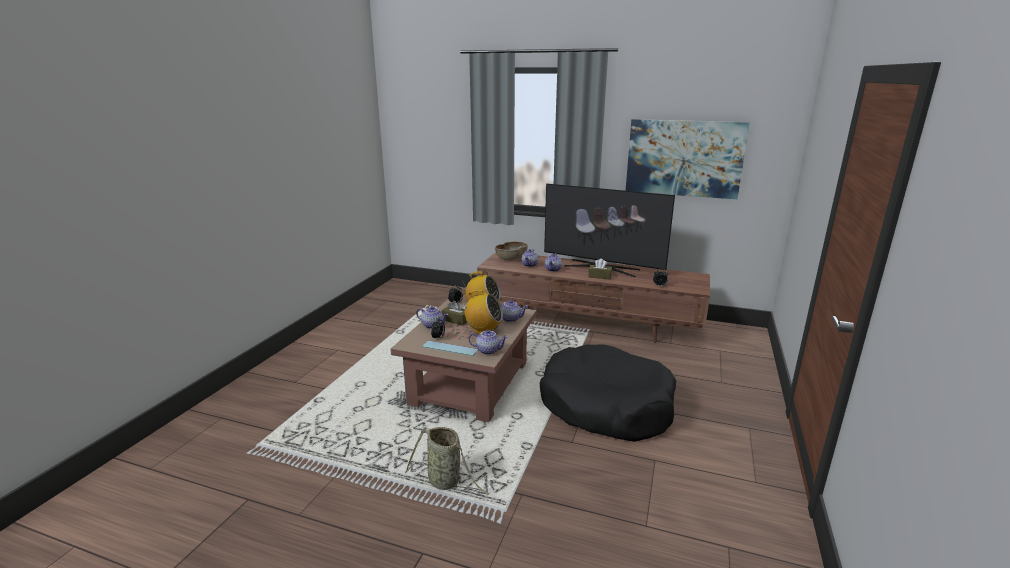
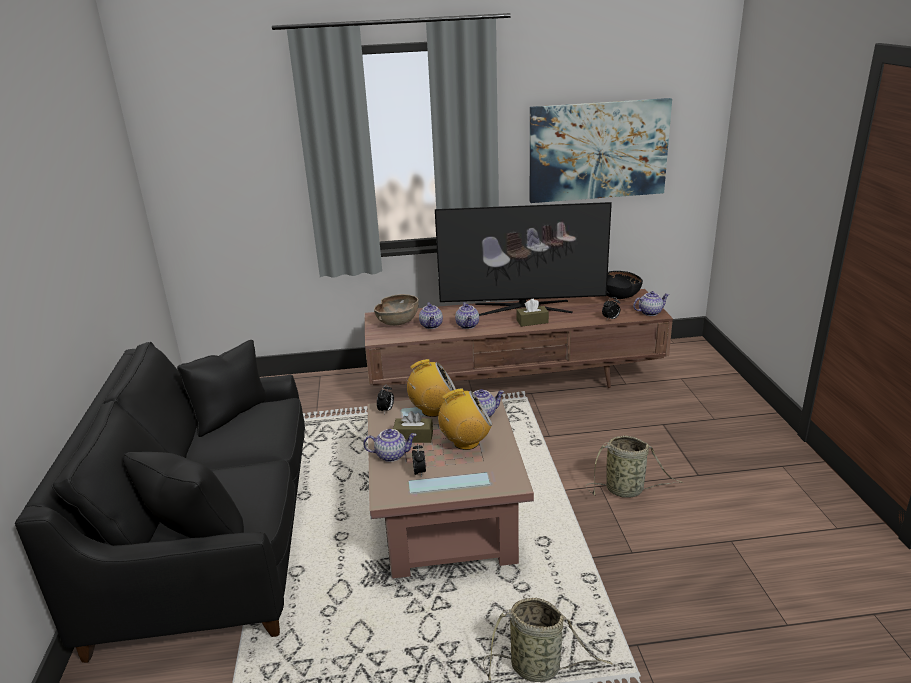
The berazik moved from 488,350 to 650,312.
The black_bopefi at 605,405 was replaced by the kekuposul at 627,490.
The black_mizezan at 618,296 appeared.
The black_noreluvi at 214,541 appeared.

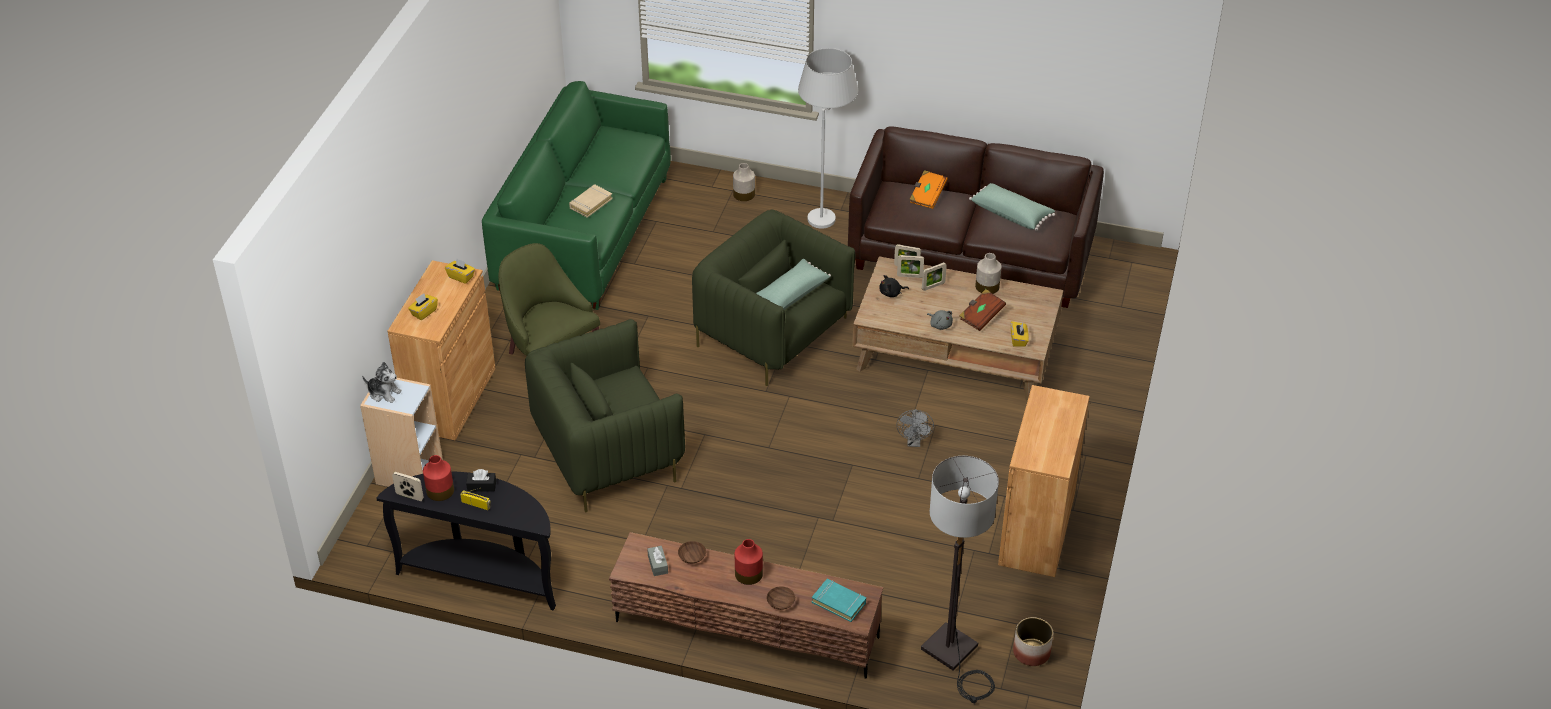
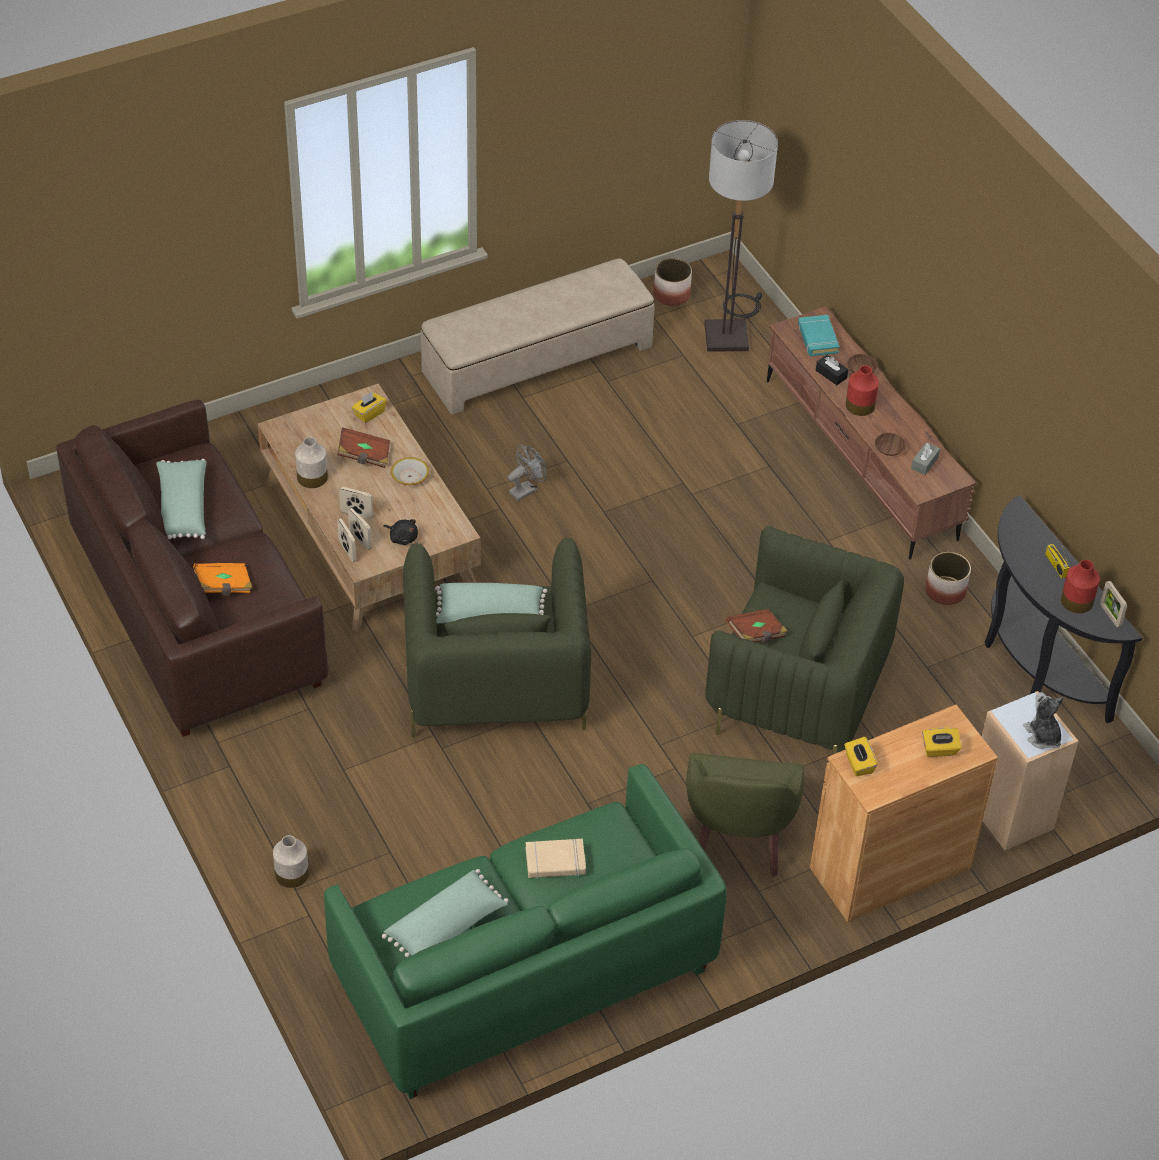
The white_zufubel at 825,210 disappeared.
The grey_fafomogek at 940,325 was replaced by the mizezan at 409,476.
The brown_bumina at 1037,529 was replaced by the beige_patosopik at 538,358.
The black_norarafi moved from 481,486 to 831,374.
The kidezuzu at 945,591 appeared.
The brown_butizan at 756,635 appeared.
The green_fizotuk at 446,928 appeared.

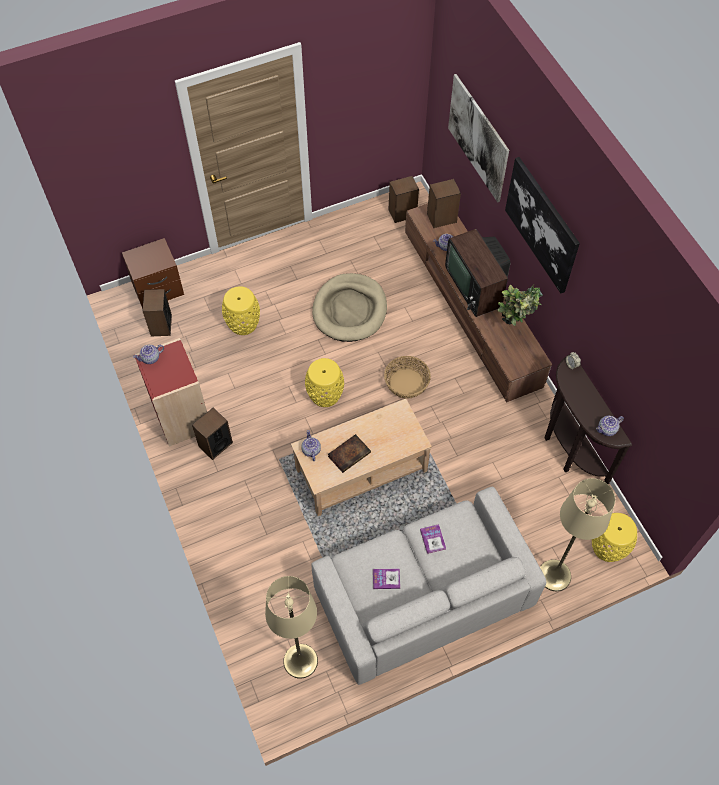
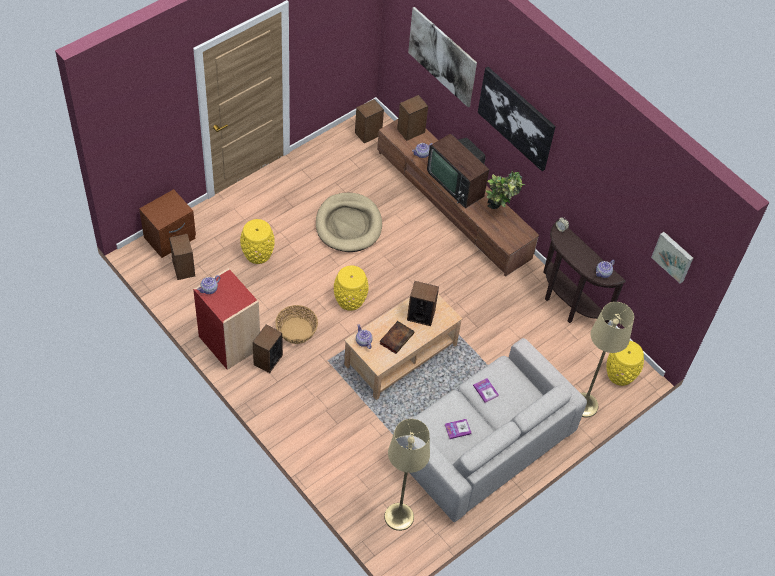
The kekuposul moved from 407,383 to 297,330.
The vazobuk at 673,256 appeared.
The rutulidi at 421,315 appeared.

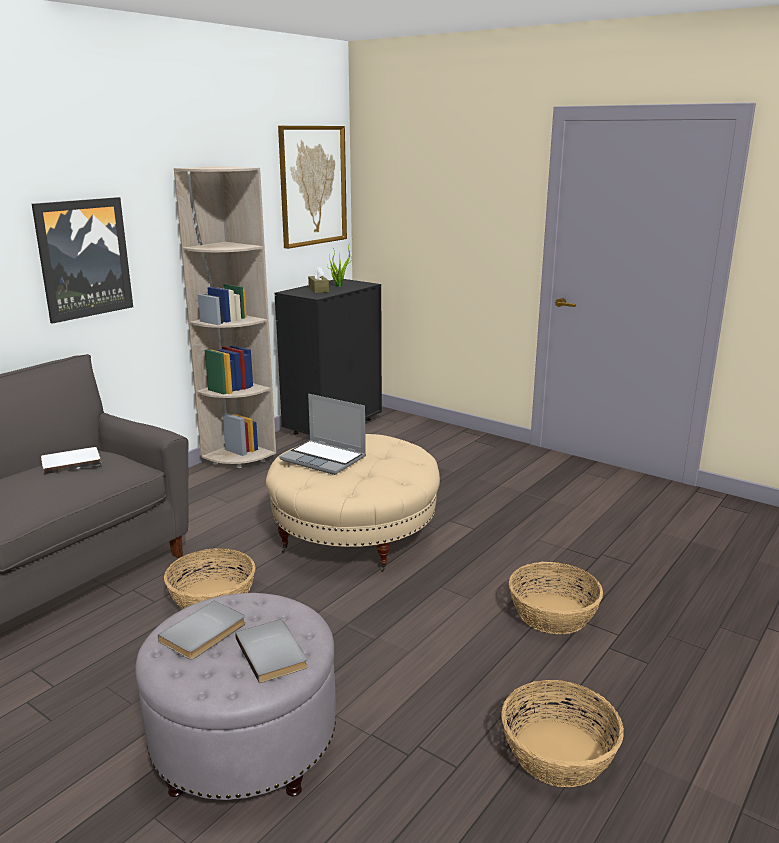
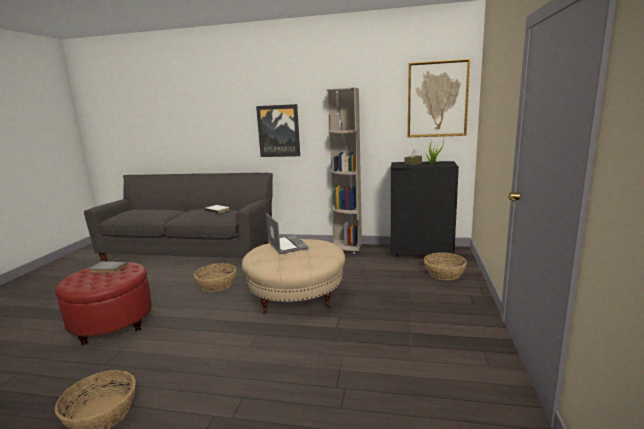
The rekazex at 324,459 turned 150 degrees clockwise.
The kekuposul moved from 553,613 to 444,273.
The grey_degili at 245,747 became the red_degili at 112,324.
The grey_butizan at 274,652 disappeared.

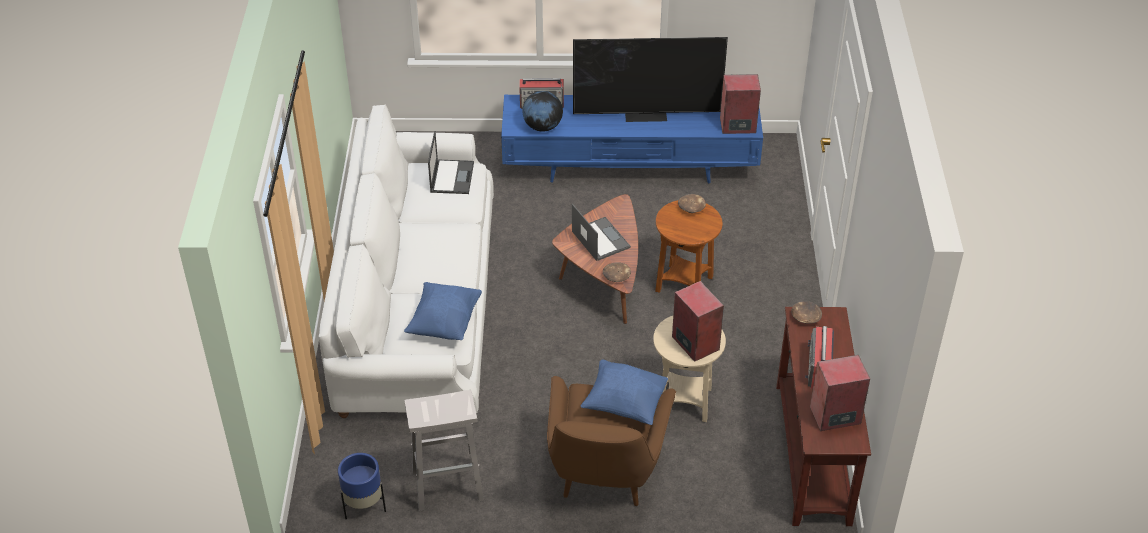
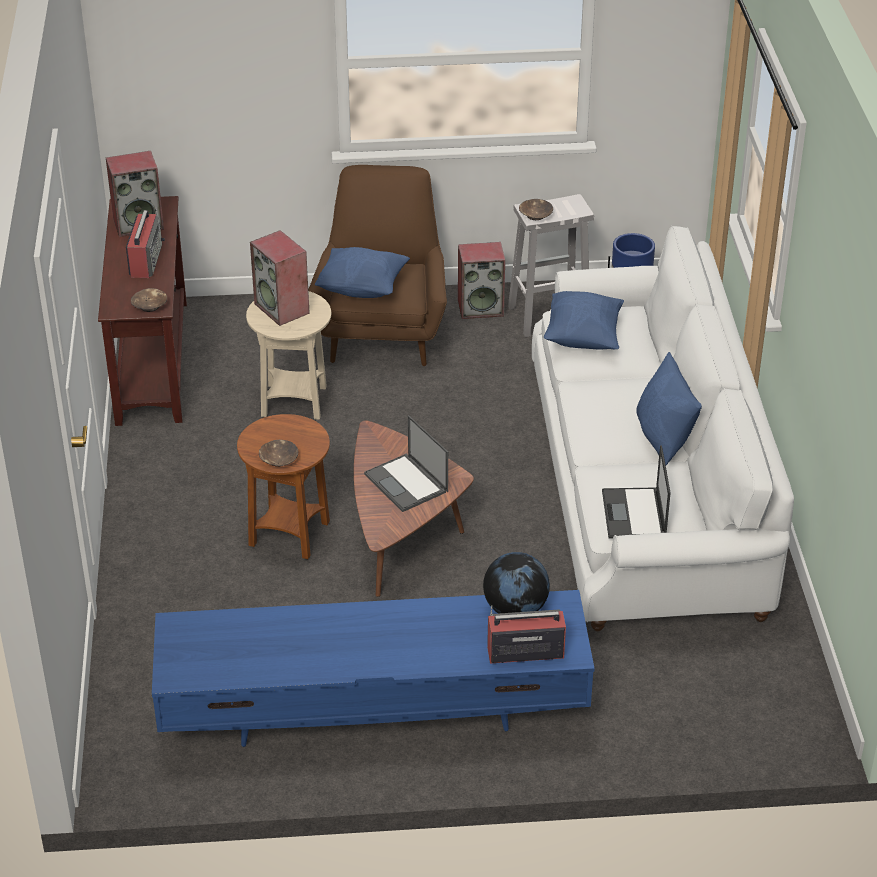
The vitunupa at 646,114 disappeared.
The rutulidi moved from 737,125 to 481,308.
The brown_mizezan moved from 616,277 to 535,215.
The blue_fizotuk at 664,438 appeared.

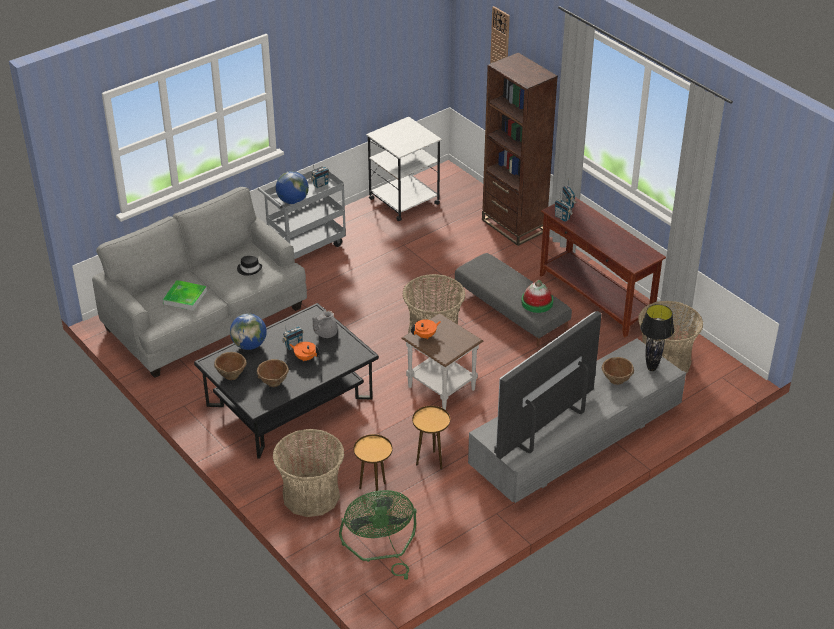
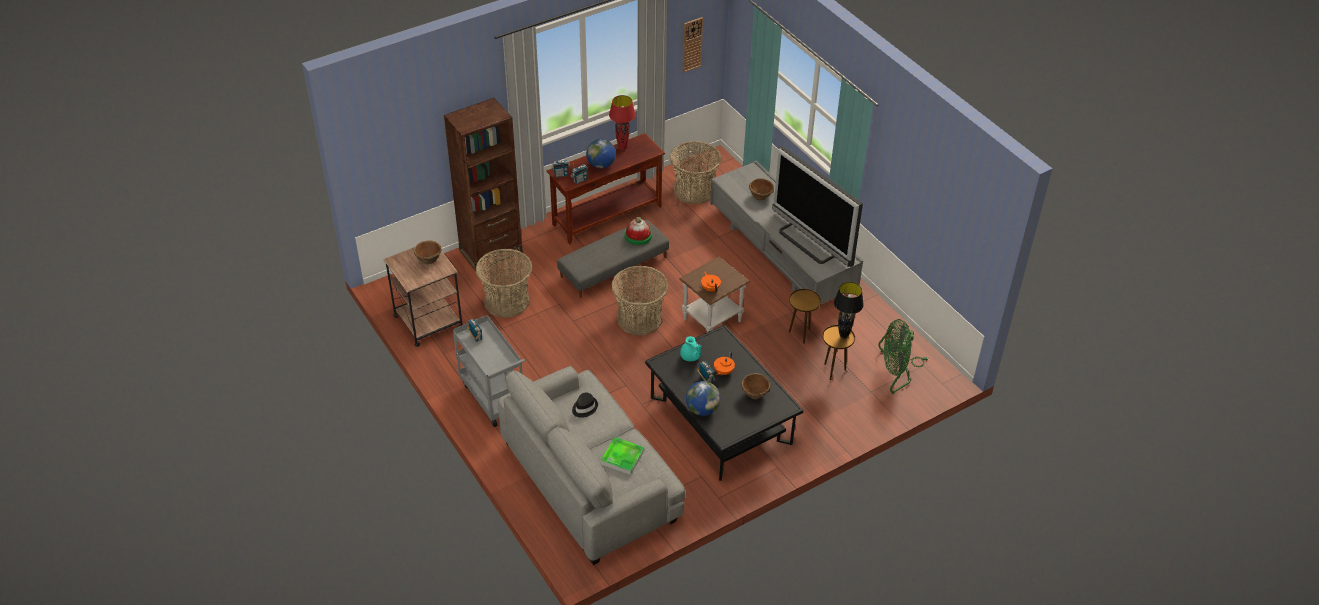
The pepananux moved from 500,39 to 692,44.
The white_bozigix at 404,200 became the brown_bozigix at 428,321.
The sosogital moved from 293,201 to 601,165.
The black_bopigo moved from 652,368 to 843,336.
The grey_berazik at 325,333 became the turquoise_berazik at 690,357.
The brown_mizezan moved from 231,374 to 428,260.
The kekuposul moved from 311,495 to 506,301.
The red_bopigo at 622,148 appeared.

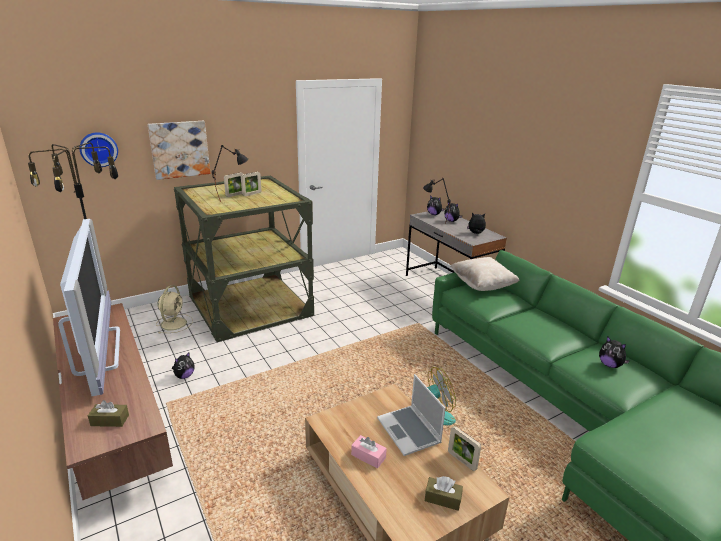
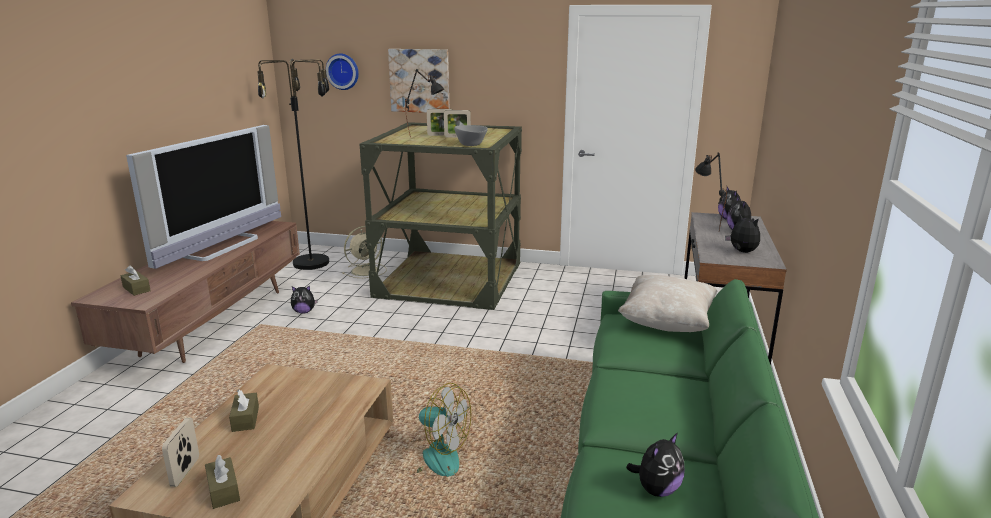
The fafomogek at 610,365 turned 135 degrees counterclockwise.
The rekazex at 409,431 disappeared.
The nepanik moved from 462,461 to 185,472.
The pink_norarafi at 368,456 became the brown_norarafi at 245,419.
The grey_mizezan at 471,145 appeared.

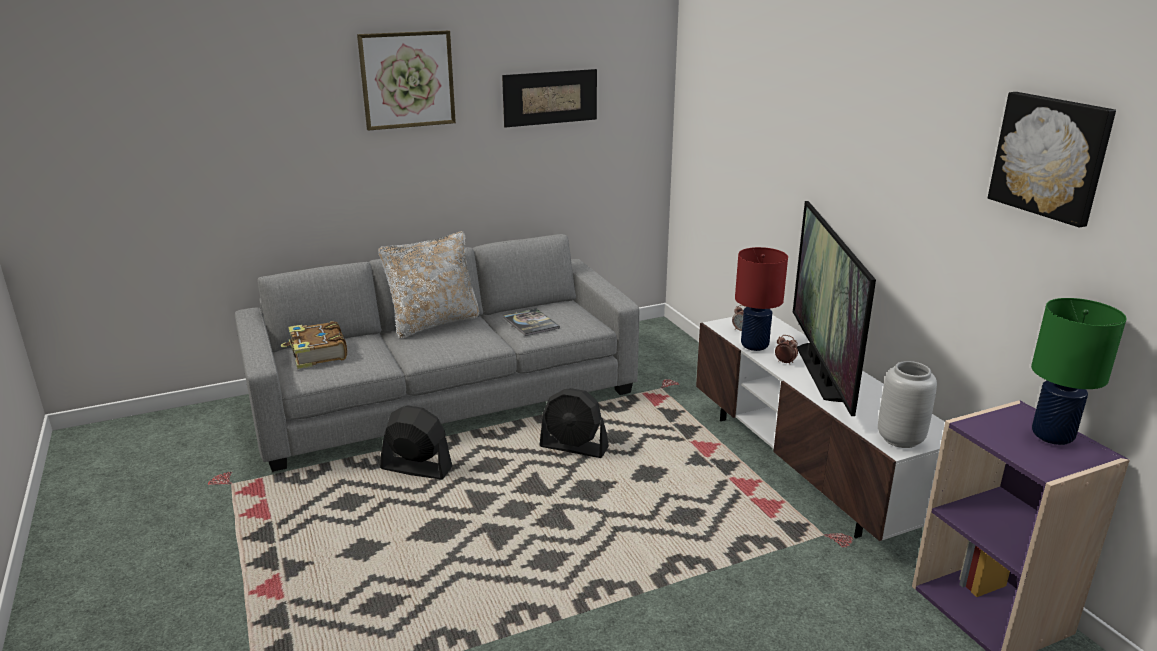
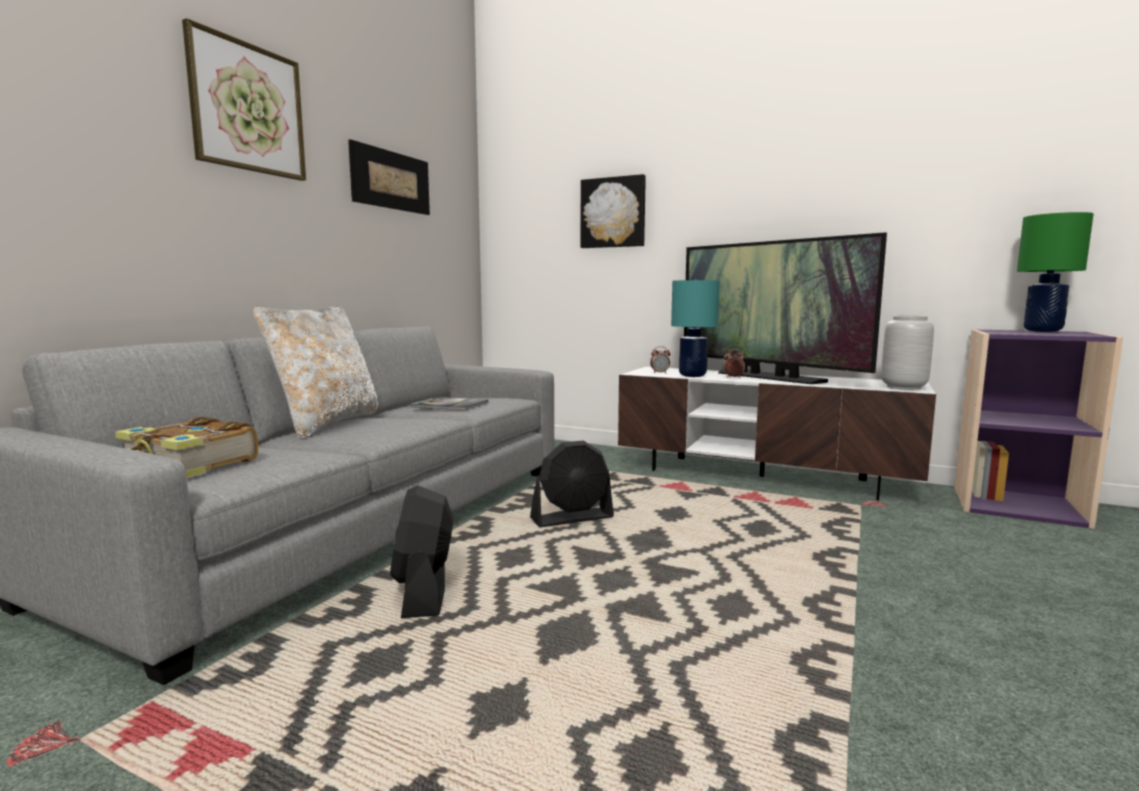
The vazobuk moved from 1051,157 to 613,213.
The red_bopigo at 754,347 became the turquoise_bopigo at 693,376.
The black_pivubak at 416,468 turned 75 degrees counterclockwise.

